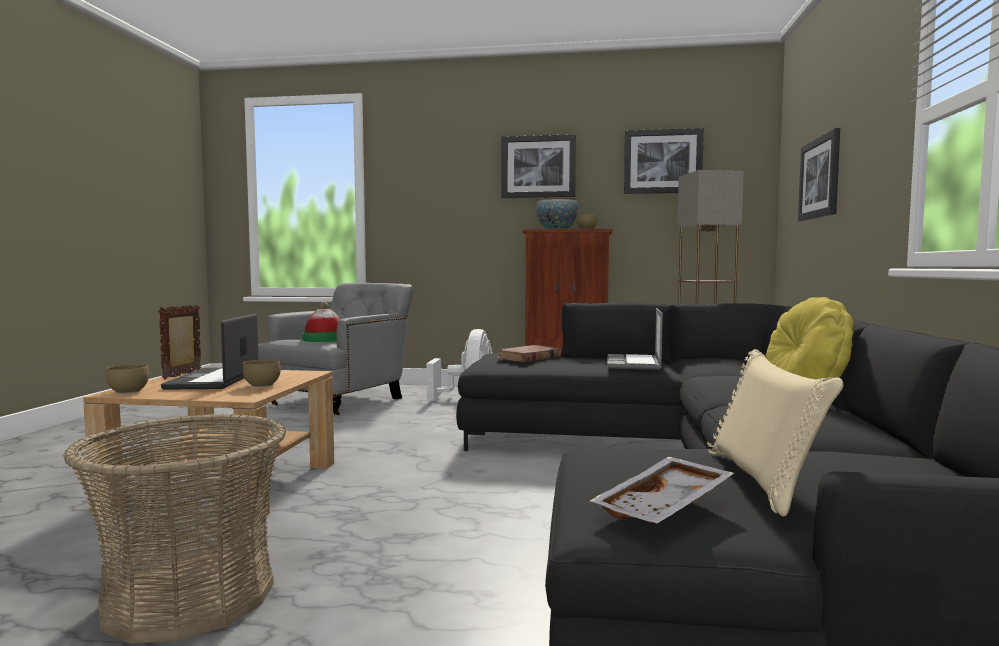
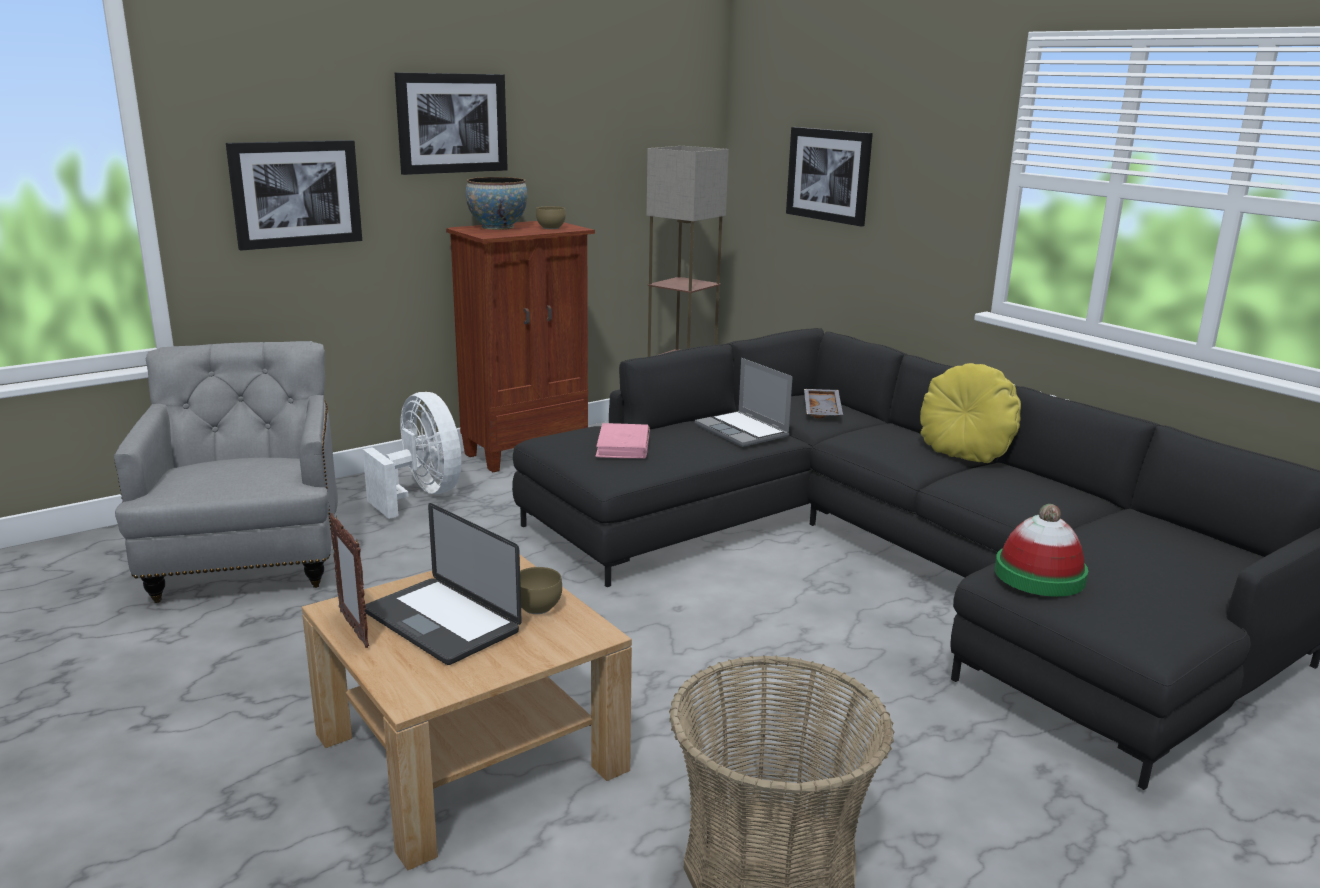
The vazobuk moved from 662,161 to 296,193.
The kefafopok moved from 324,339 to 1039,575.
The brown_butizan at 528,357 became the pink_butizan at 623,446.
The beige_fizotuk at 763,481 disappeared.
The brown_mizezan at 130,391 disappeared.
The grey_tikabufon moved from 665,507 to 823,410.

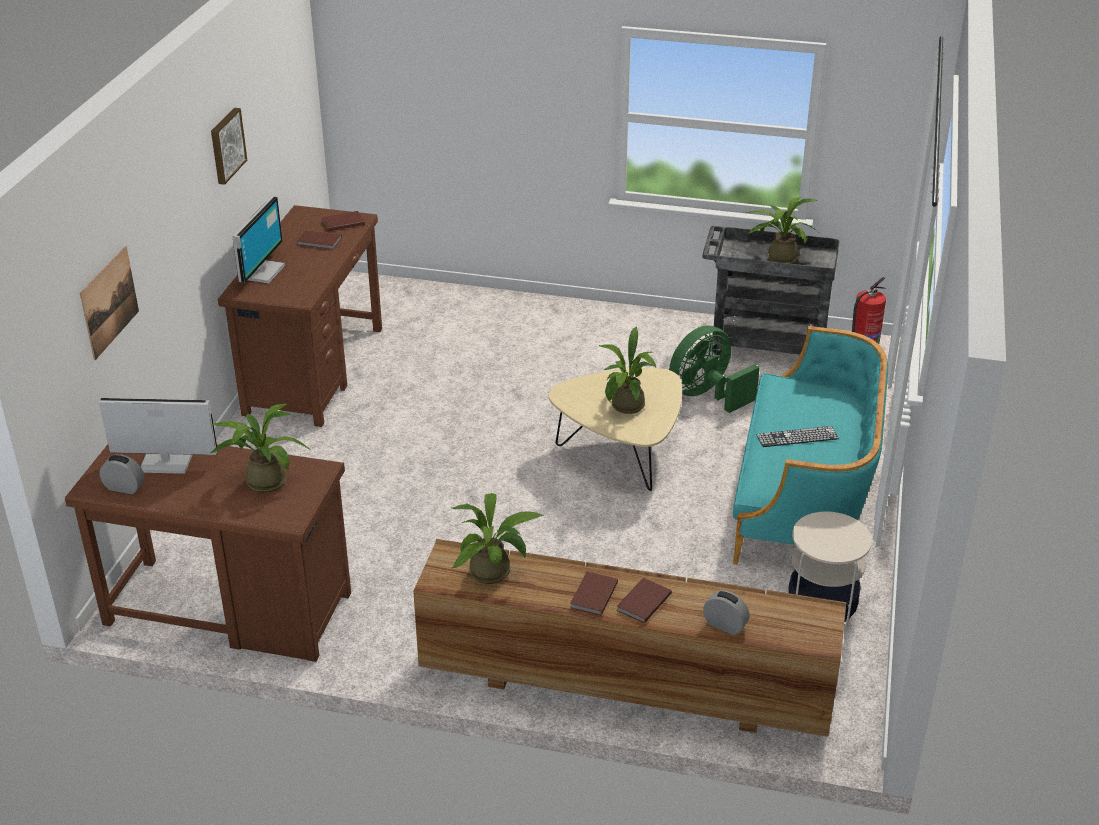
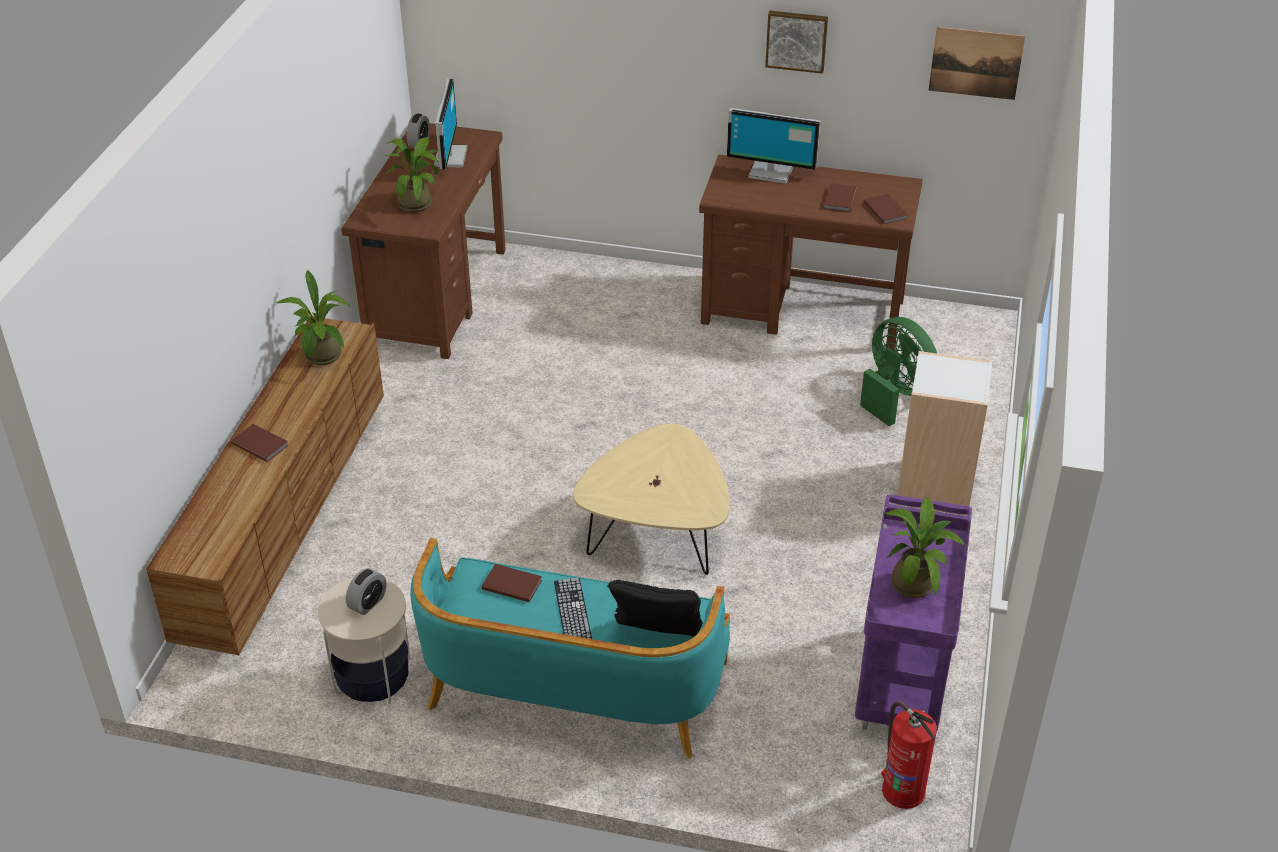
The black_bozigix at 761,349 became the purple_bozigix at 902,677.
The vazobuk moved from 109,302 to 976,63.
The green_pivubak moved from 707,395 to 895,394.
The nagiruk at 625,408 disappeared.
The brown_butizan moved from 592,595 to 511,584.
The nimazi moved from 725,625 to 368,603.
The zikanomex at 934,487 appeared.
The black_fizotuk at 656,637 appeared.

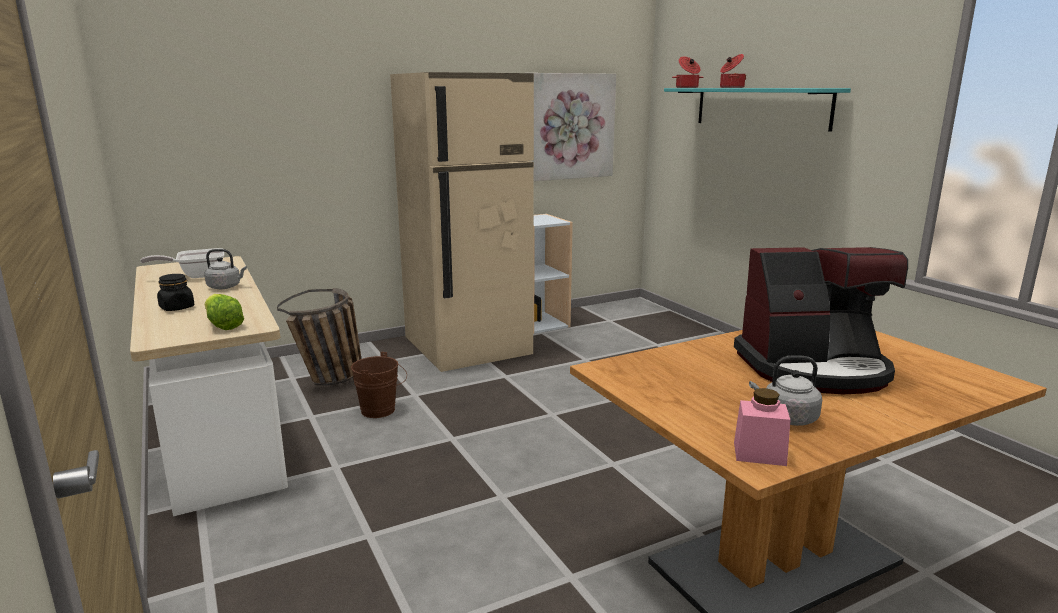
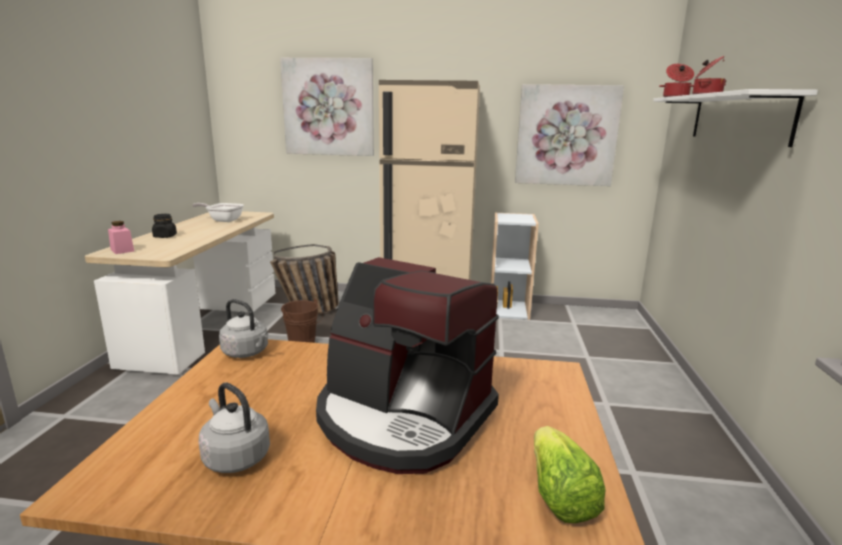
The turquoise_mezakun at 760,107 became the white_mezakun at 738,118.
The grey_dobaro moved from 226,287 to 247,352.
The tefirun moved from 223,325 to 559,495.
The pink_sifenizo moved from 759,454 to 122,250.
The vazobuk at 328,107 appeared.

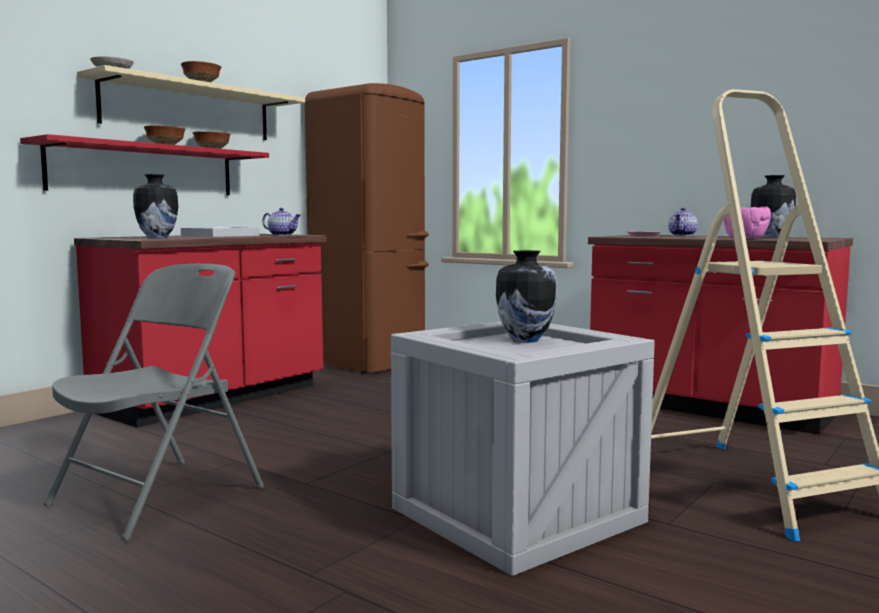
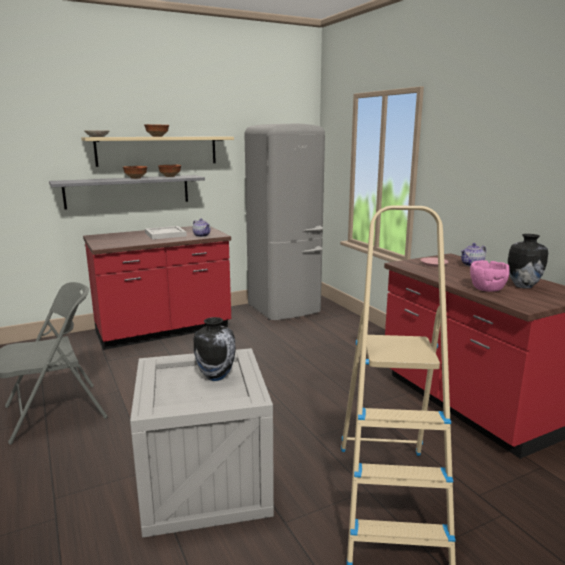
The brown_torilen at 372,363 became the grey_torilen at 286,309.
The red_mezakun at 144,170 became the grey_mezakun at 128,191.
The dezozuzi at 157,238 disappeared.

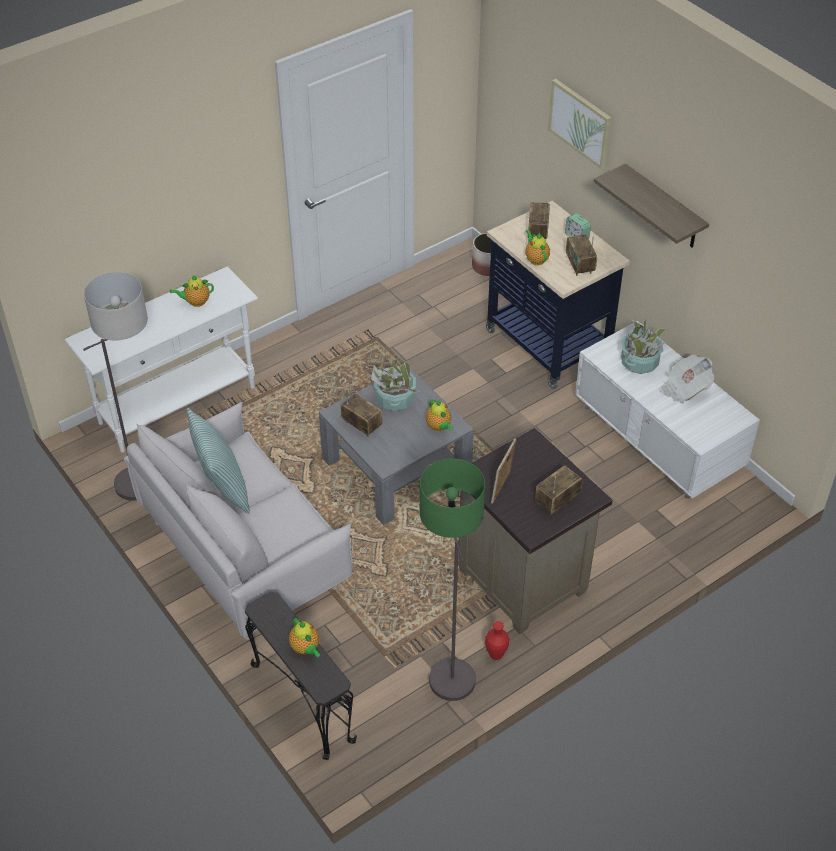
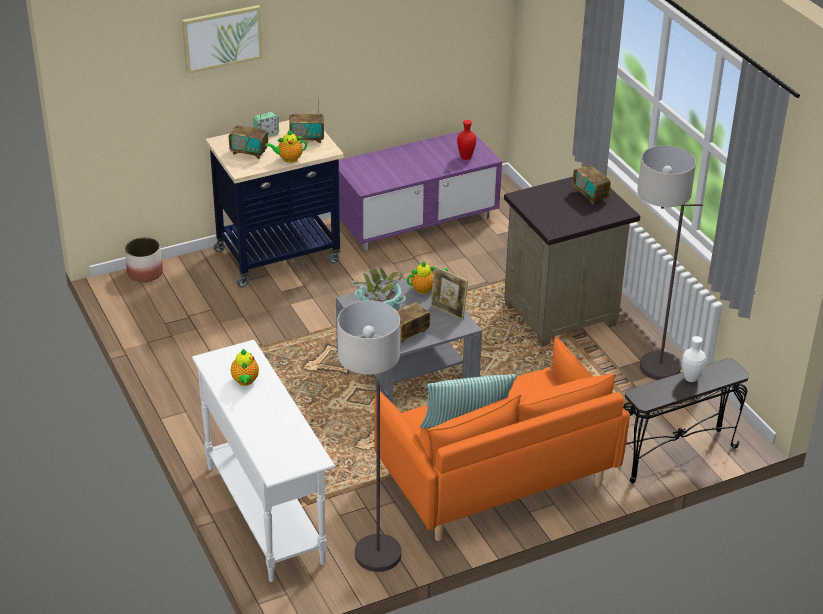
The mezakun at 664,208 disappeared.
The nagiruk at 639,362 disappeared.
The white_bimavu at 658,438 became the purple_bimavu at 416,219.
The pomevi at 684,388 disappeared.
The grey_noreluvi at 244,554 became the orange_noreluvi at 495,479.
The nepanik moved from 502,488 to 448,312.
The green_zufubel at 448,669 became the grey_zufubel at 647,368.
The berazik at 305,648 was replaced by the white_dezozuzi at 691,378.
The red_dezozuzi moved from 496,655 to 466,157.

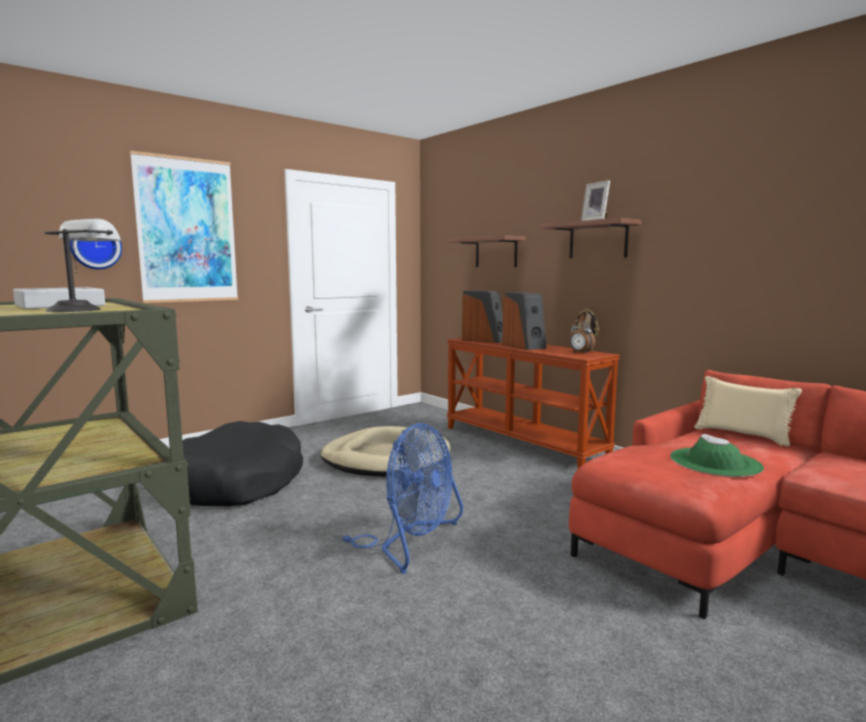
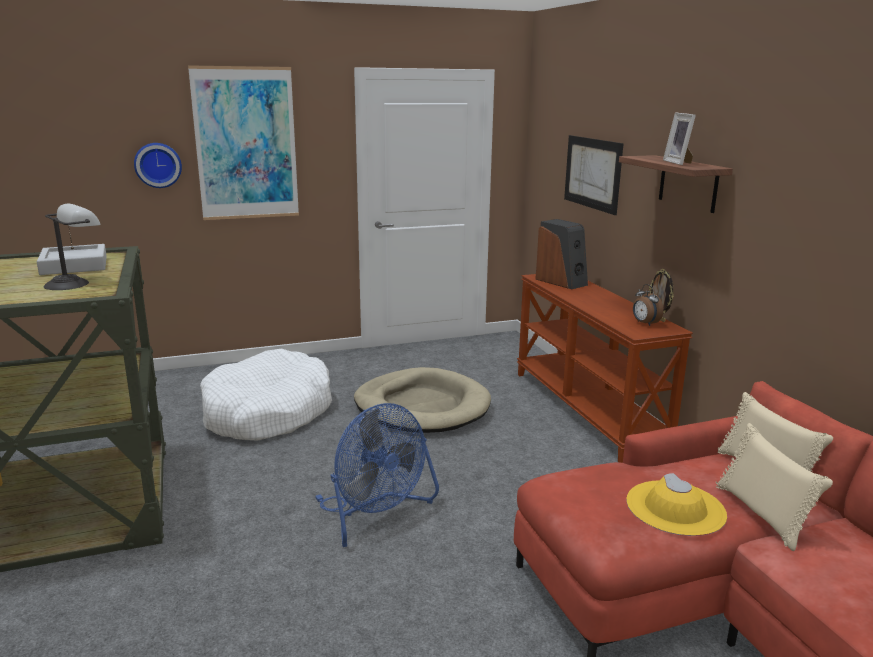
The mezakun at 496,252 was replaced by the vazobuk at 592,173.
The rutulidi at 524,346 disappeared.
The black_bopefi at 238,482 became the white_bopefi at 267,412.
The green_kefafopok at 715,462 became the yellow_kefafopok at 675,508.
The beige_fizotuk at 763,515 appeared.

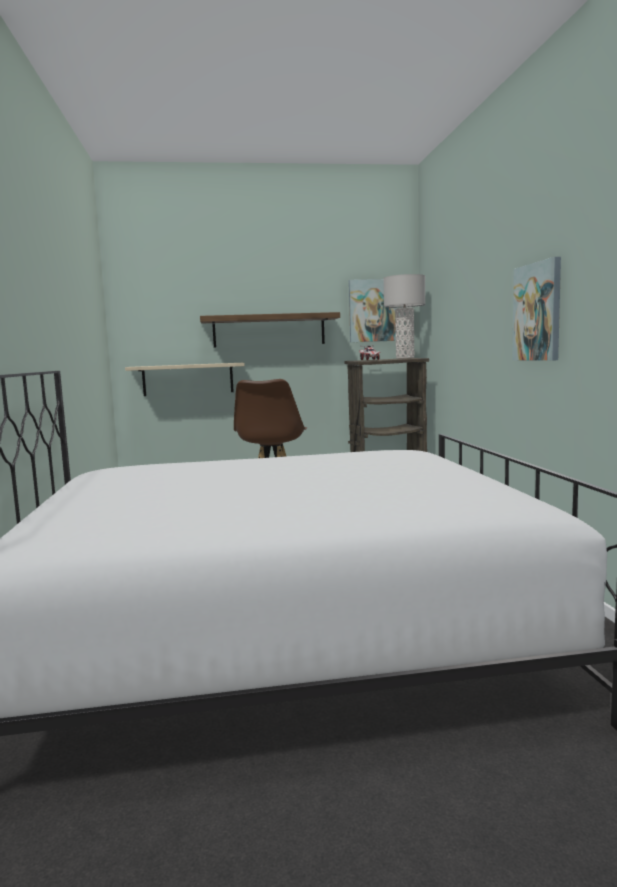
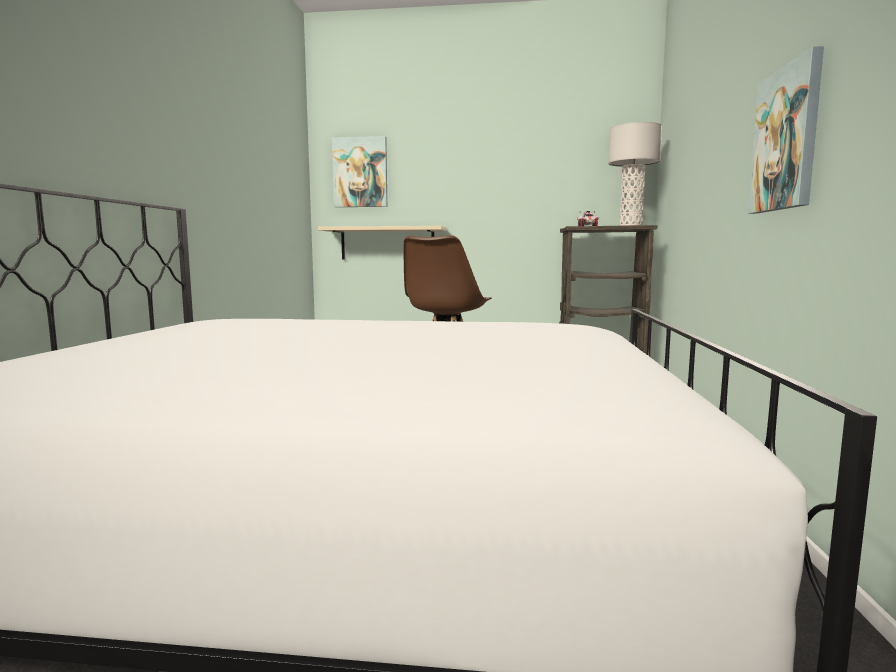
The vazobuk moved from 373,310 to 360,172.
The mezakun at 269,330 disappeared.

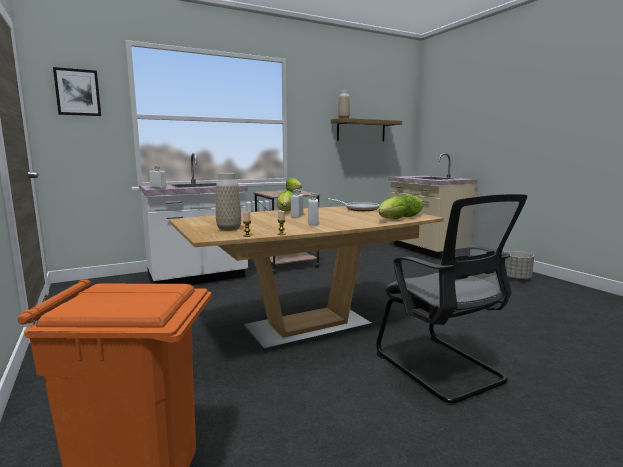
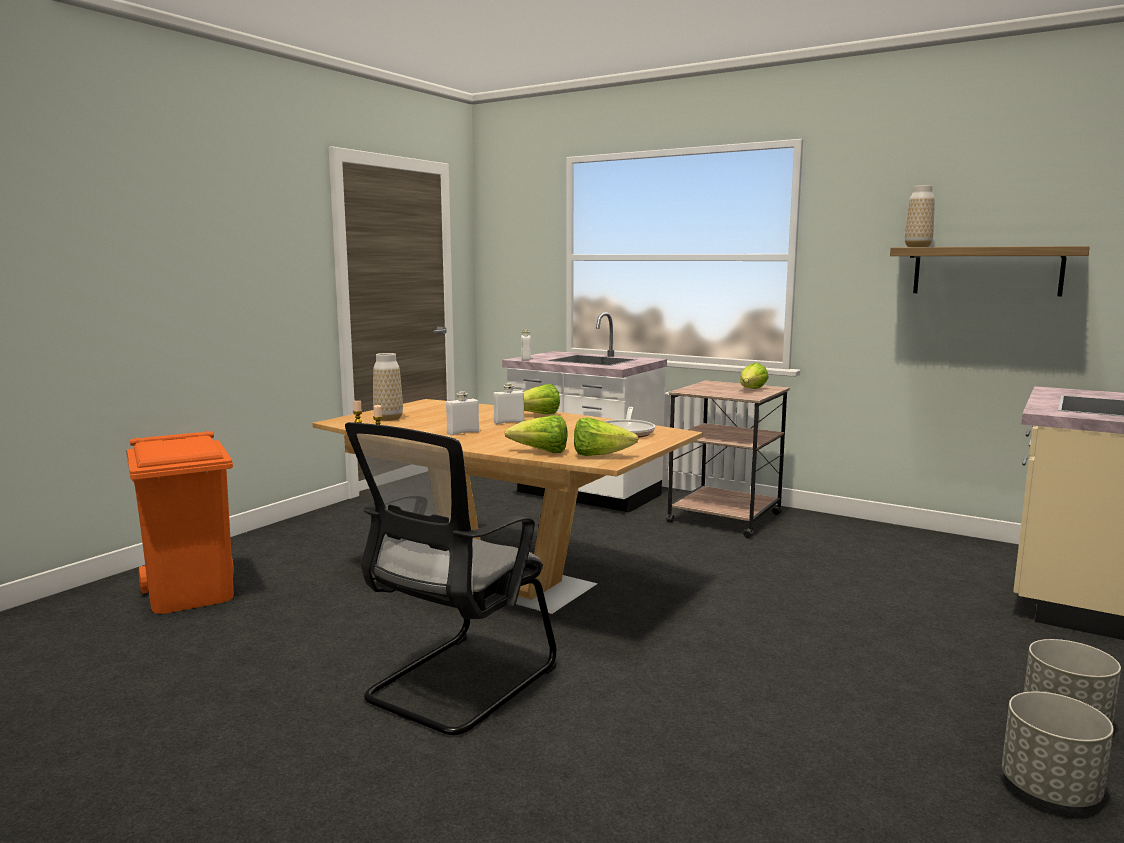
The vazobuk at 77,92 disappeared.
The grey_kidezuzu at 1050,791 appeared.

